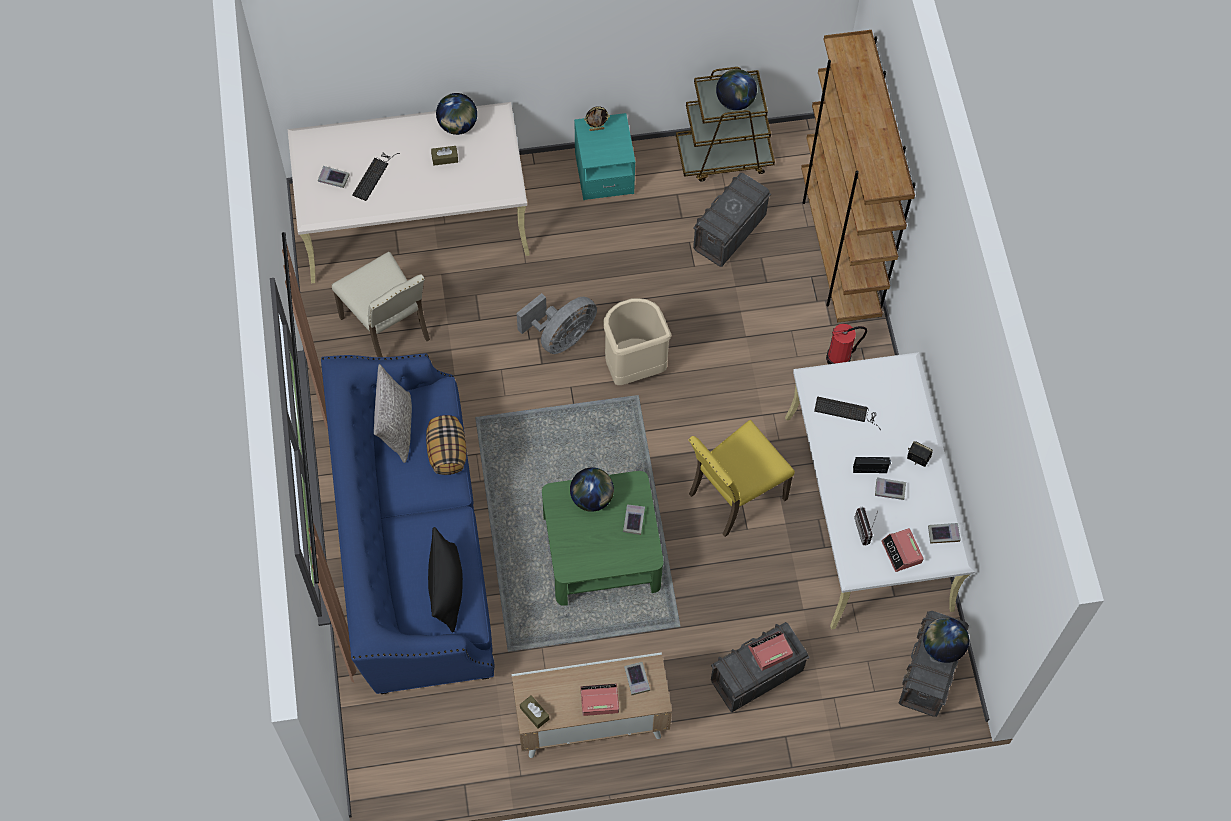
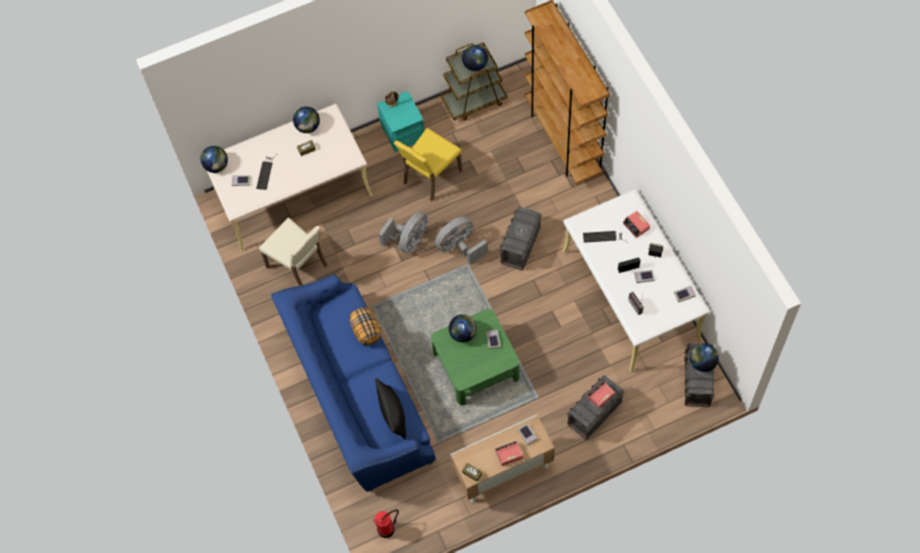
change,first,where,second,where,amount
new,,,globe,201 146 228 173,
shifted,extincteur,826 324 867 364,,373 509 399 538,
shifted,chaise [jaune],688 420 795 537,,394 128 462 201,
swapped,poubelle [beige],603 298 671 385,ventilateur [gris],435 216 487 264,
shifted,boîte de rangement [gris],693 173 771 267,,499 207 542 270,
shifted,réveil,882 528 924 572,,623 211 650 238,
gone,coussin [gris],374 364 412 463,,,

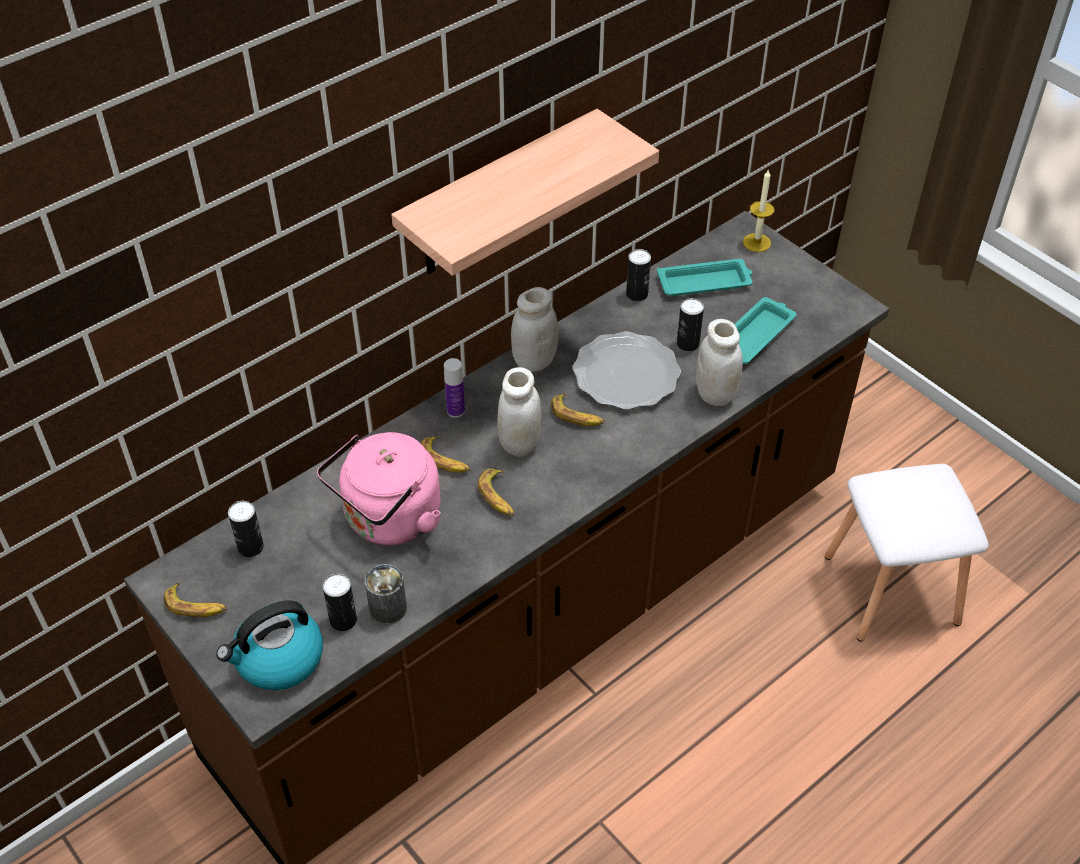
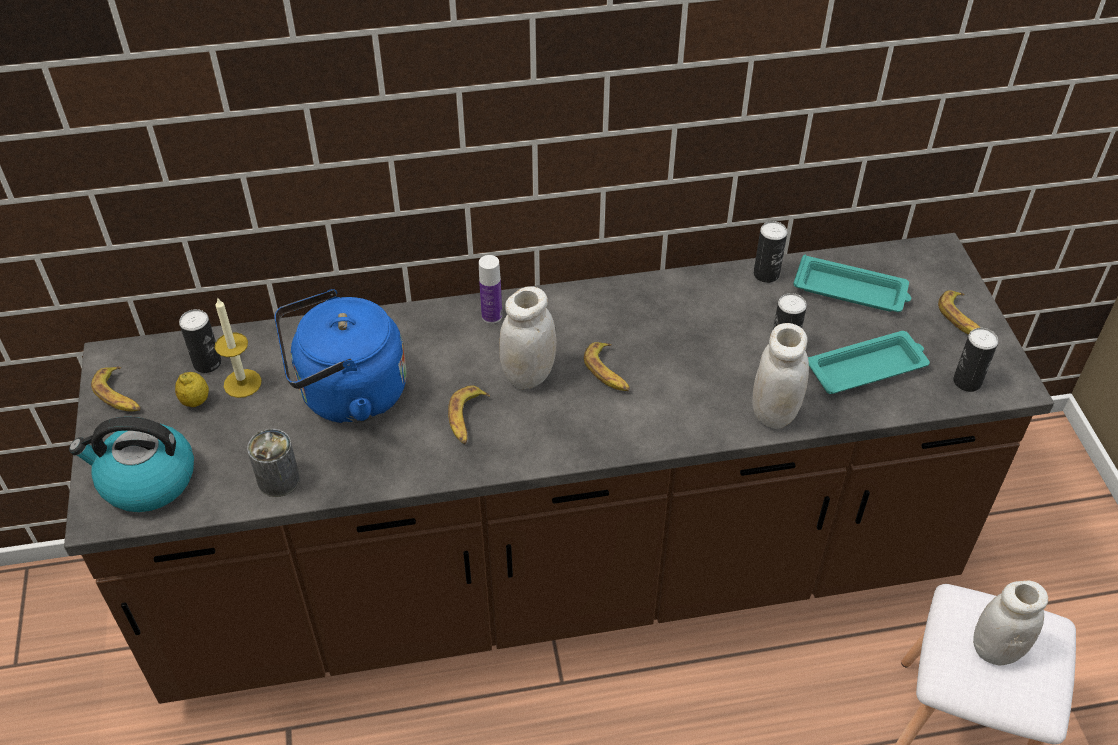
change,first,where,second,where,amount
new,,,citron,175 372 209 407,
shifted,bougie,743 169 774 252,,215 297 261 398,
repainted,bouilloire [rose],317 432 441 545,bouilloire [bleu],275 289 407 423,
shifted,banane,421 436 470 473,,938 290 981 335,
shifted,boîte métallique,323 574 357 631,,953 328 998 392,
shifted,bocal [blanc],511 287 558 372,,973 581 1048 666,
gone,étagère,391 109 659 276,,,
gone,assiette,572 331 681 410,,,

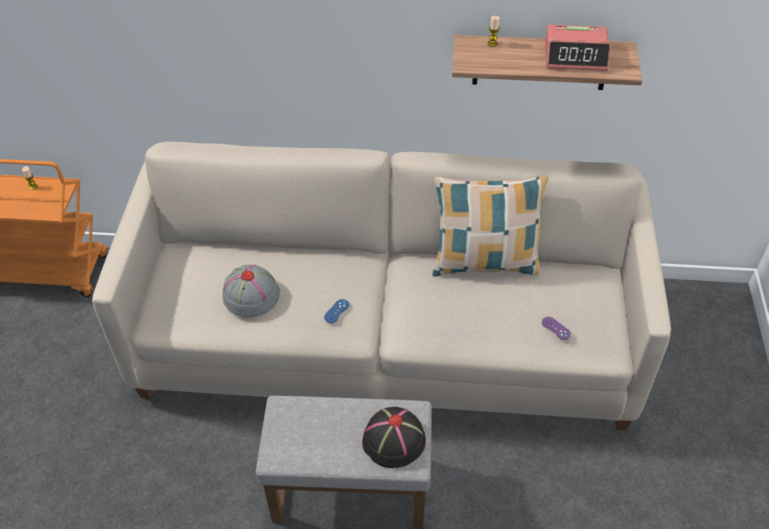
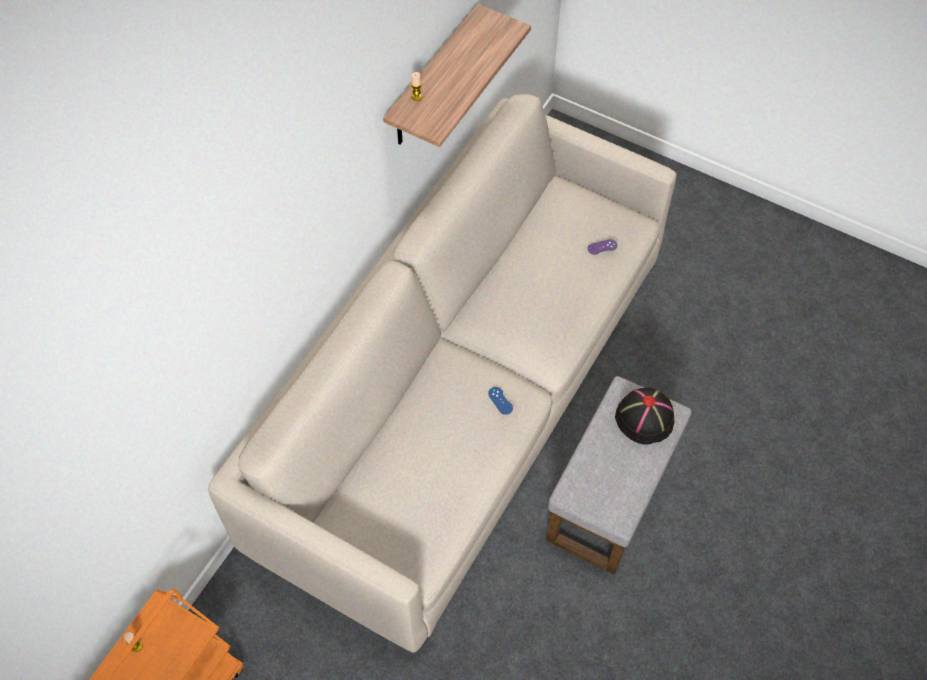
change,first,where,second,where,amount
gone,chapeau [gris],222 265 280 317,,,
gone,coussin,433 175 548 277,,,
gone,réveil,545 25 611 71,,,

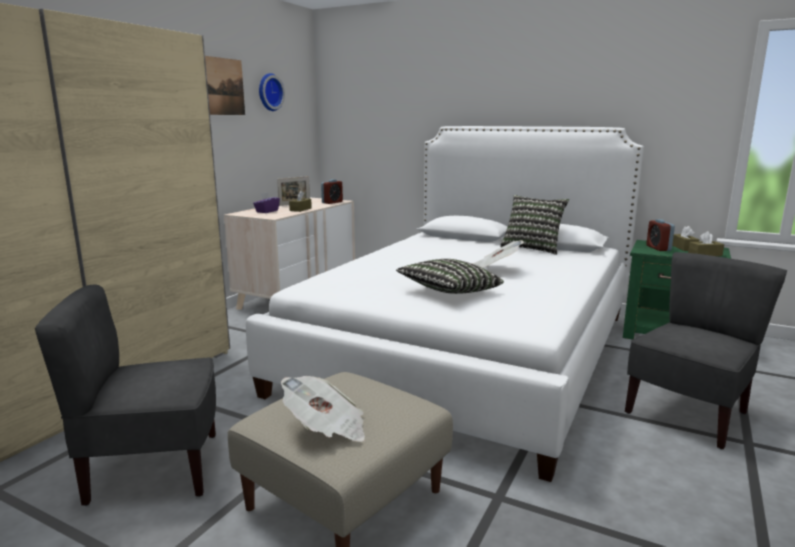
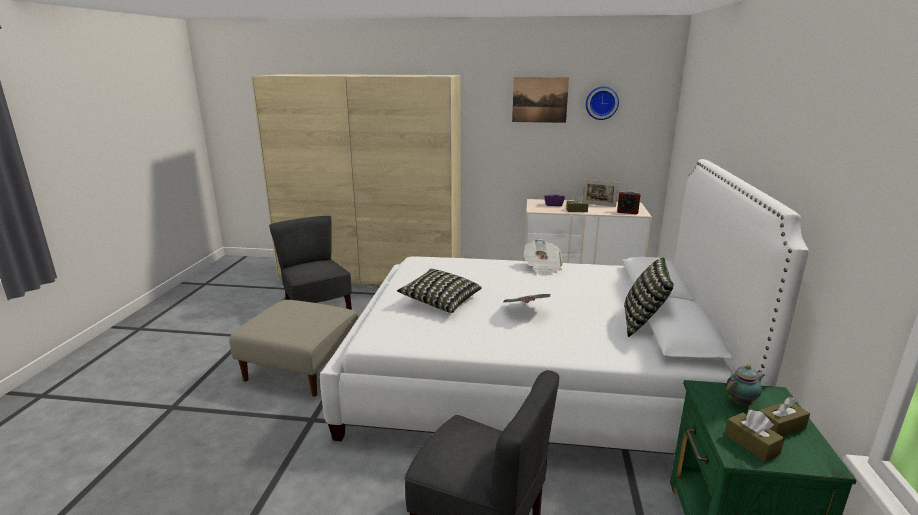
change,first,where,second,where,amount
shifted,journal,281 376 365 442,,523 239 563 276,
swapped,réveil,646 219 675 251,théière,726 365 765 405,

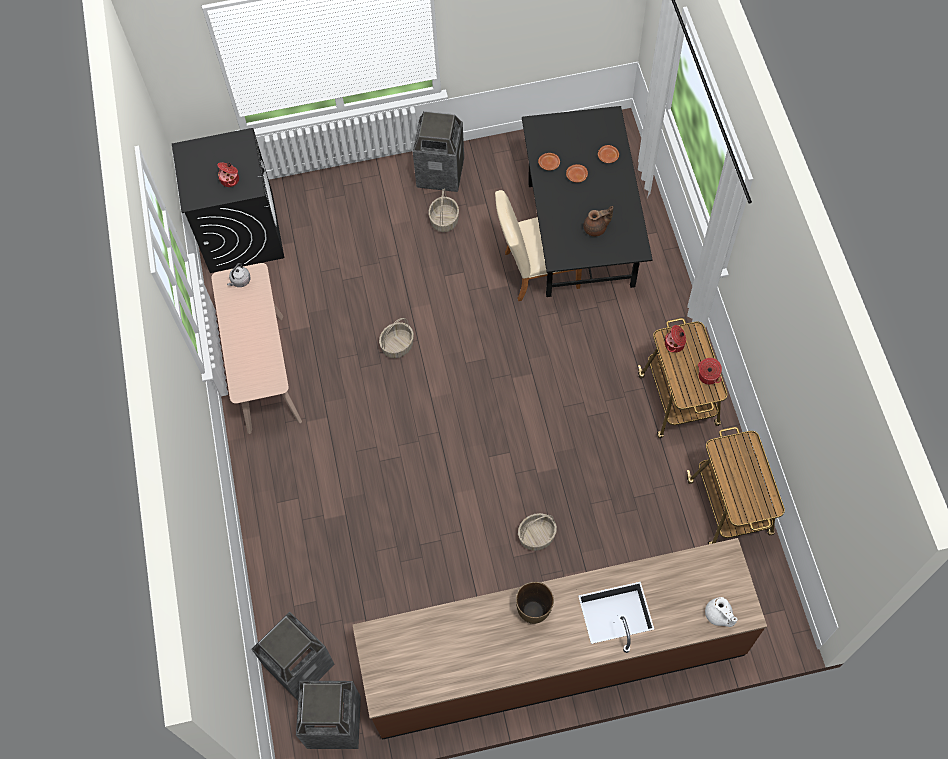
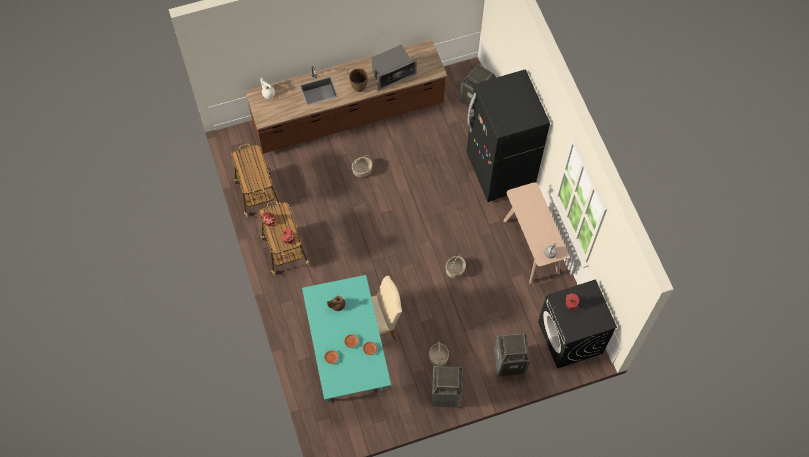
change,first,where,second,where,amount
repainted,table à manger [noir],522 106 653 297,table à manger [turquoise],302 275 391 402,
new,,,micro-ondes,372 45 417 91,
new,,,réfrigérateur [noir],466 69 550 202,
shifted,poubelle,296 681 361 749,,494 333 530 377,

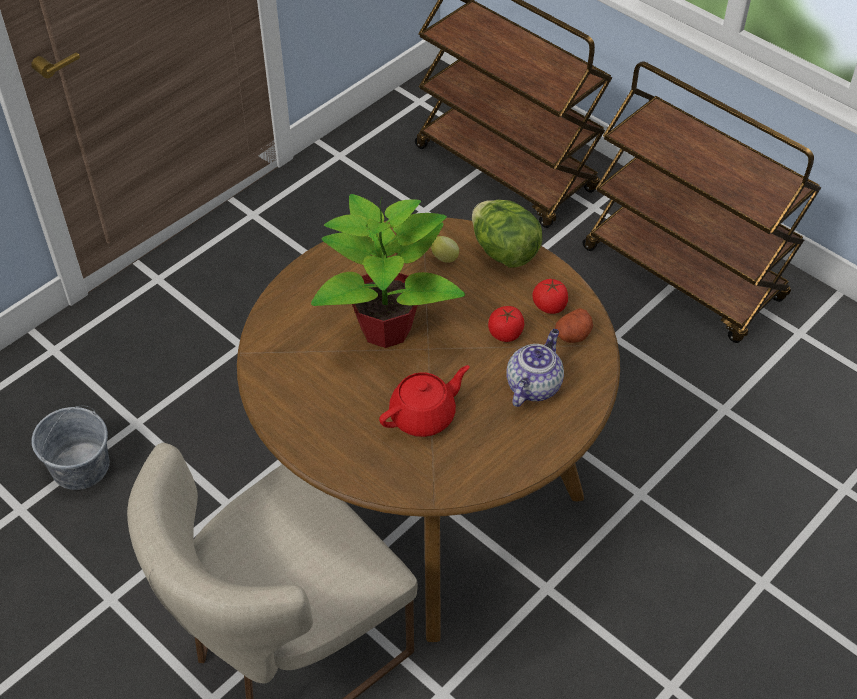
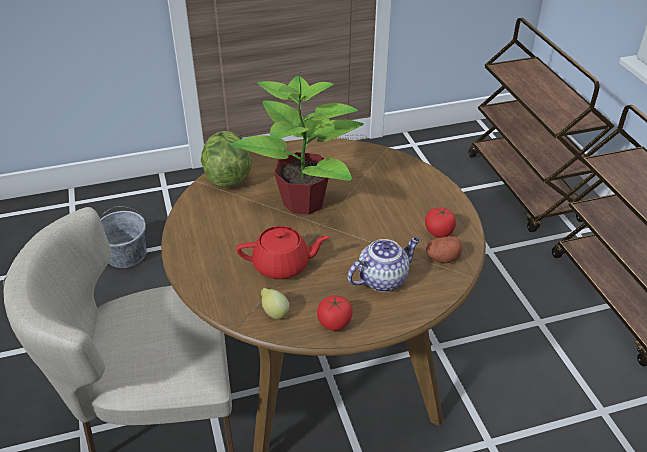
change,first,where,second,where,amount
shifted,laitue,472 200 542 268,,201 131 251 187,
shifted,citron,431 236 459 263,,261 288 290 319,
shifted,tomate,488 306 524 342,,317 295 353 331,

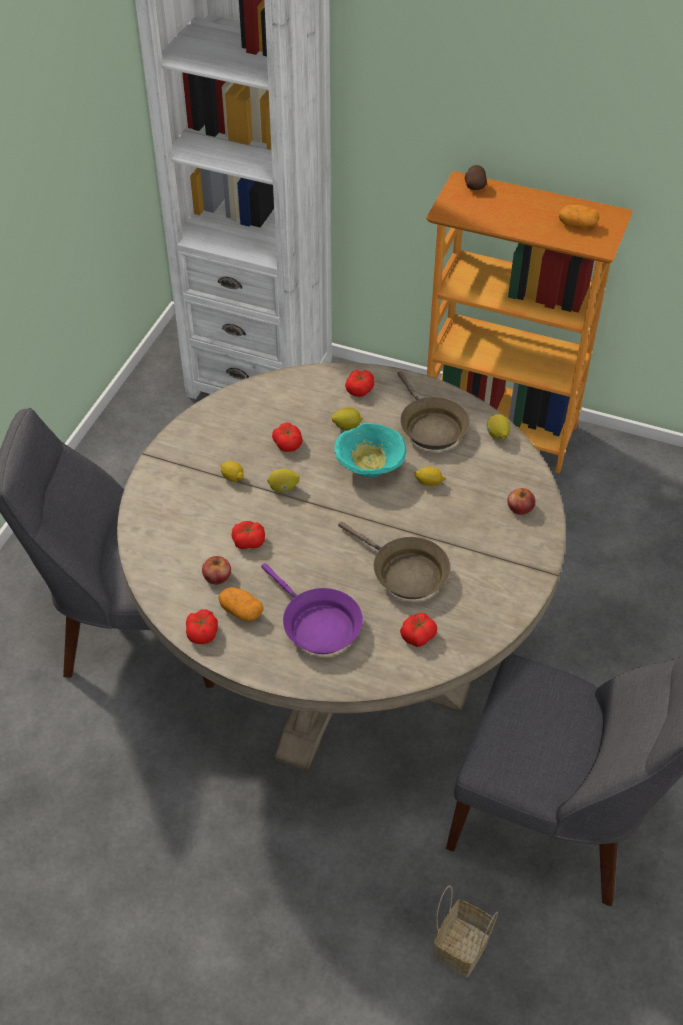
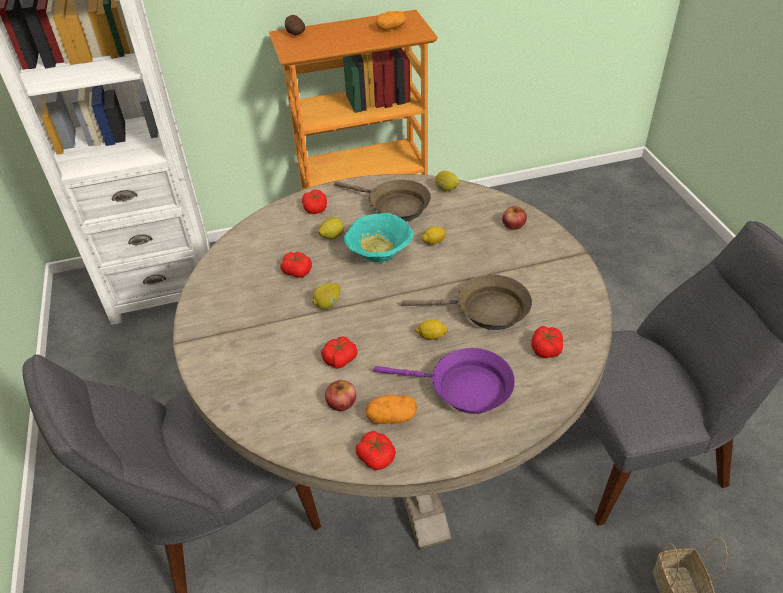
change,first,where,second,where,amount
shifted,citron,220 461 244 482,,415 319 449 340,

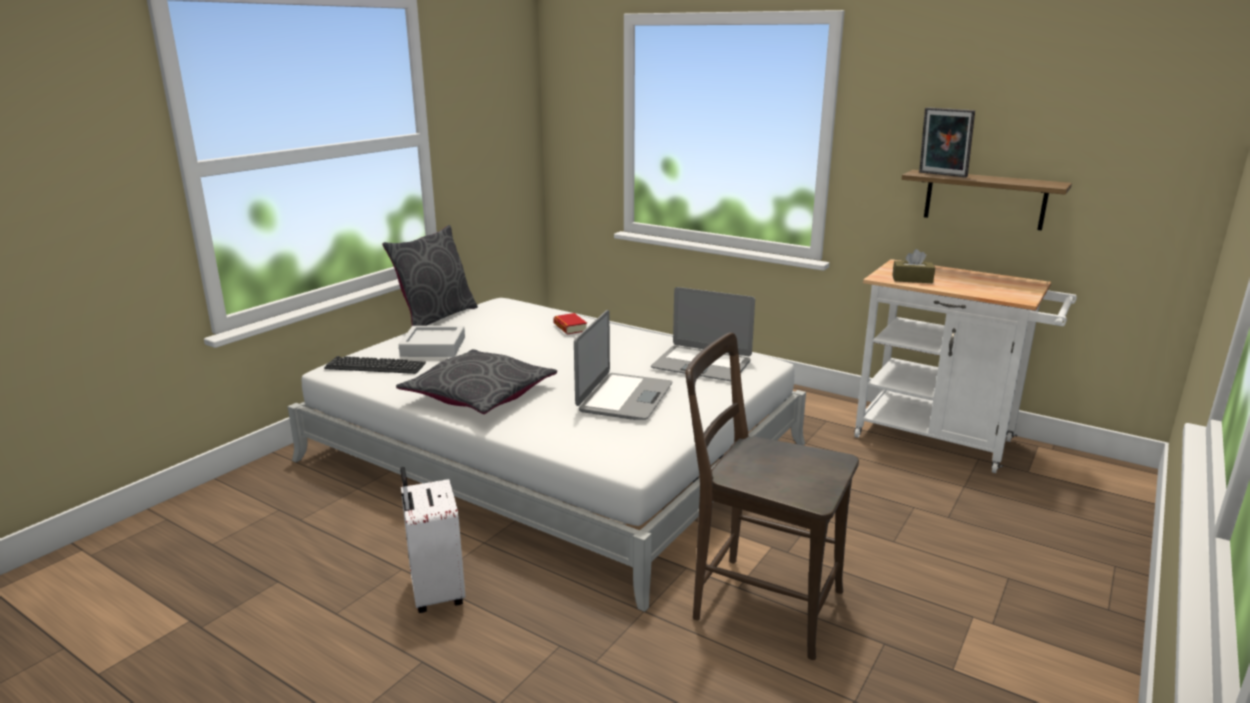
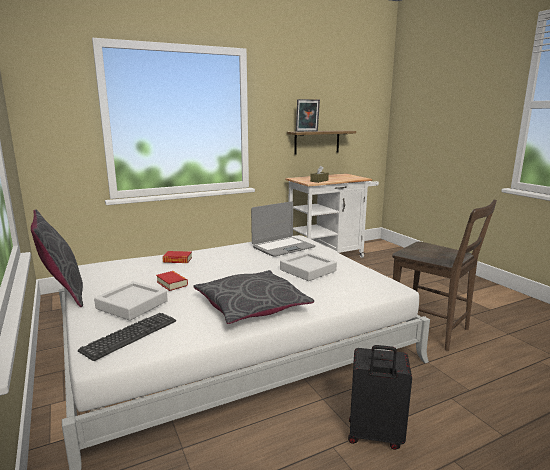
change,first,where,second,where,amount
new,,,livre,156 271 188 291,
swapped,ordinateur portable,574 310 673 420,plateau [gris],280 252 337 281,
repainted,valise [blanc],400 467 465 613,valise [noir],348 345 412 450,
rotated,chaise [marron],685 332 859 660,,389 200 497 351,105 degrees counterclockwise

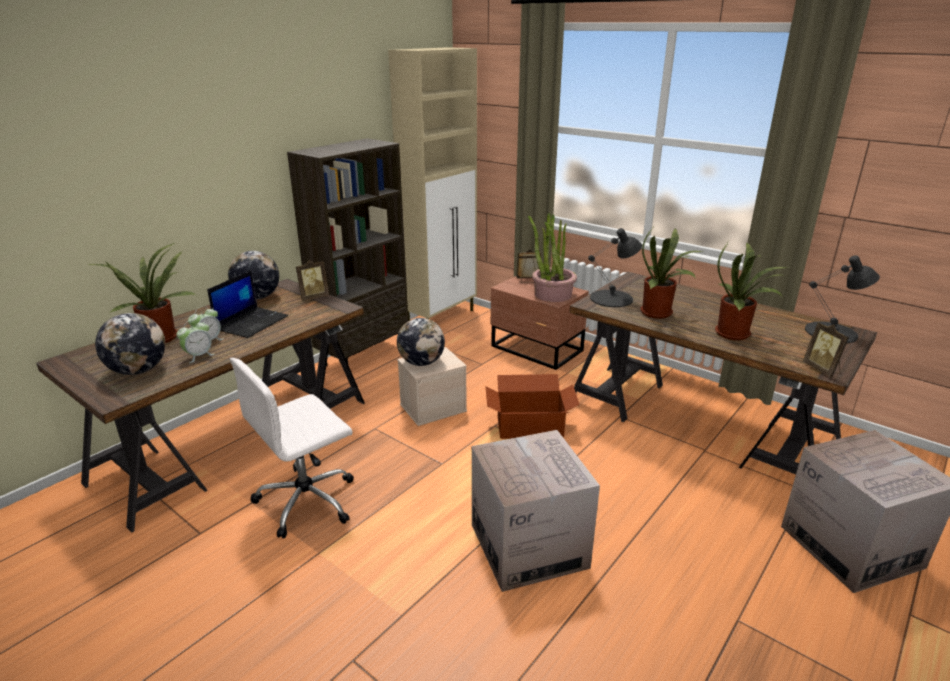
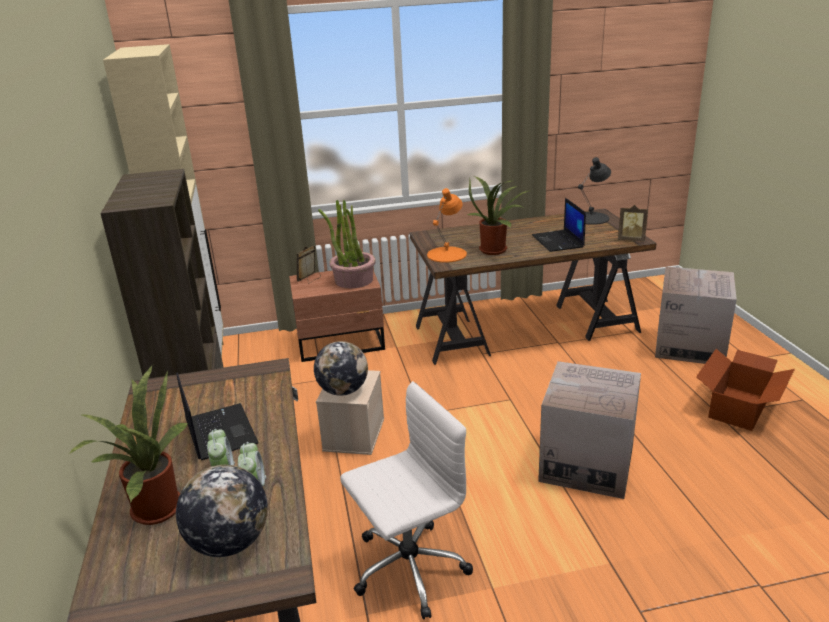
change,first,where,second,where,amount
rotated,chaise de bureau [blanc],230 358 354 539,,340 381 473 619,120 degrees counterclockwise
repainted,lampe de table [noir],588 228 642 307,lampe de table [orange],427 188 467 263,
swapped,plante en pot,715 241 789 340,ordinateur portable,532 198 586 252,
shifted,carton,485 374 580 439,,696 349 795 431,
gone,globe,228 251 279 300,,,
gone,cadre photo,296 260 329 301,,,

